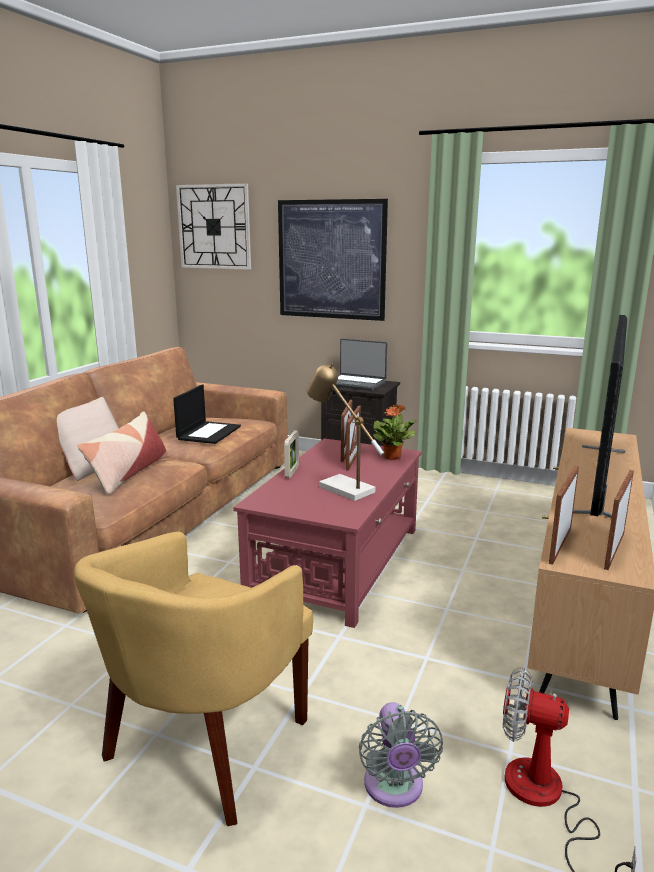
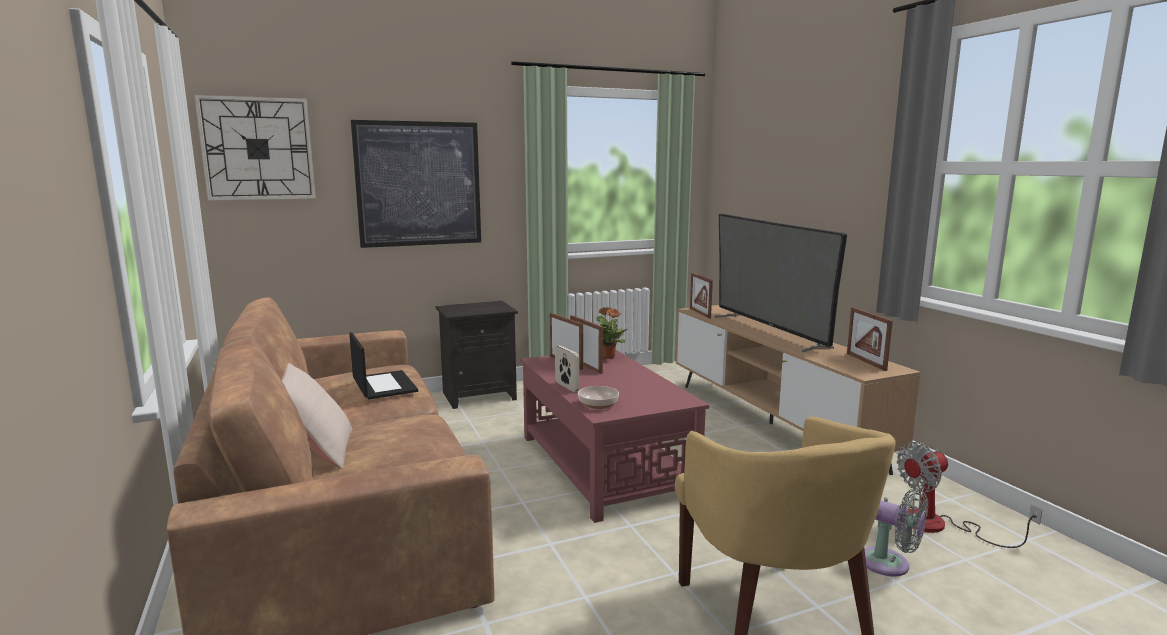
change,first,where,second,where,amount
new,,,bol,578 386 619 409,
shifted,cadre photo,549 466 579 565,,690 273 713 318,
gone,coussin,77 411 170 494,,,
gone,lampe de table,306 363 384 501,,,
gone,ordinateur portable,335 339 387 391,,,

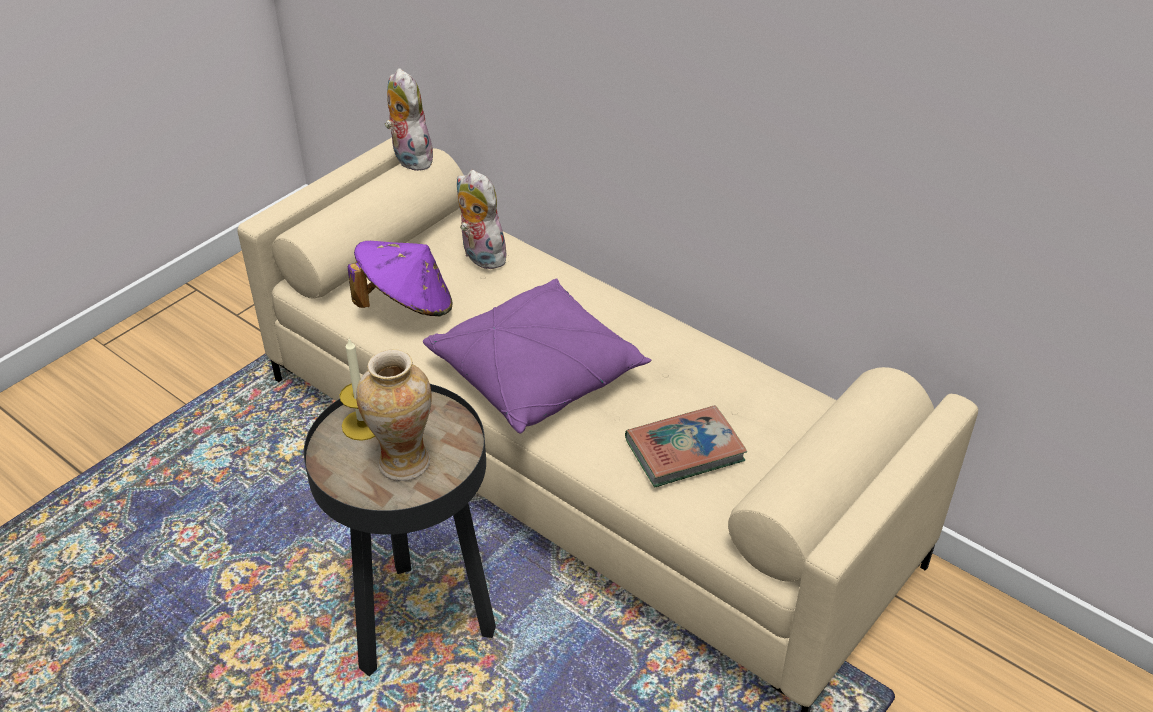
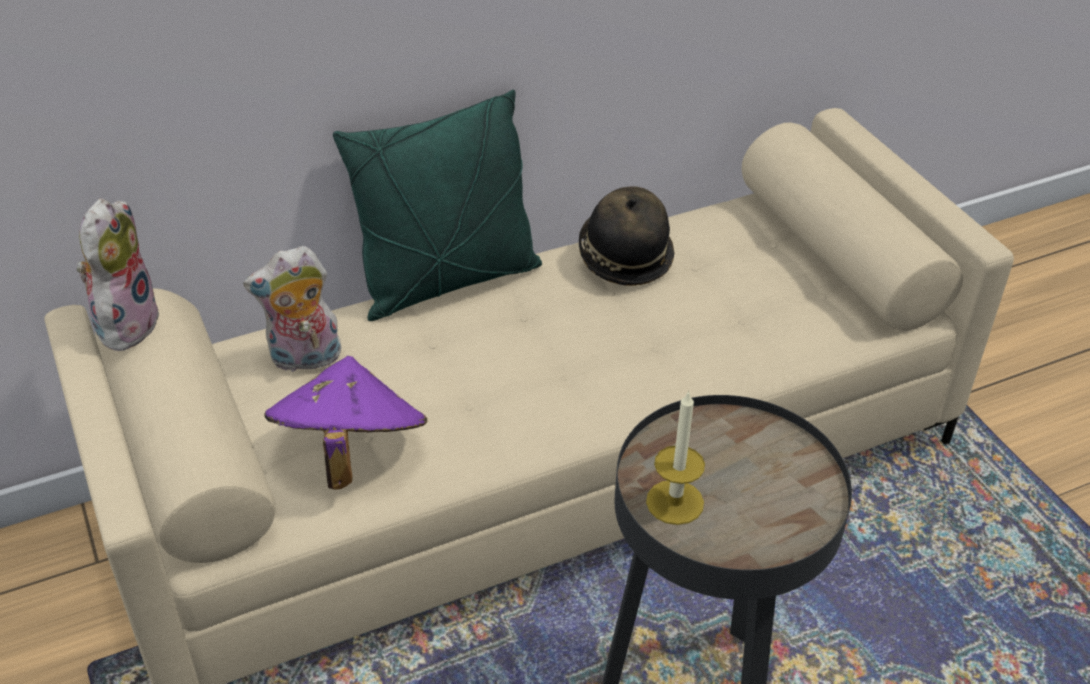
change,first,where,second,where,amount
rotated,peluche,385 68 433 171,,77 198 159 351,105 degrees clockwise
new,,,coussin [vert],333 90 542 321,
new,,,chapeau,579 186 674 286,
gone,vase,356 349 432 481,,,
gone,coussin [violet],423 278 651 433,,,
gone,livre,625 405 747 487,,,

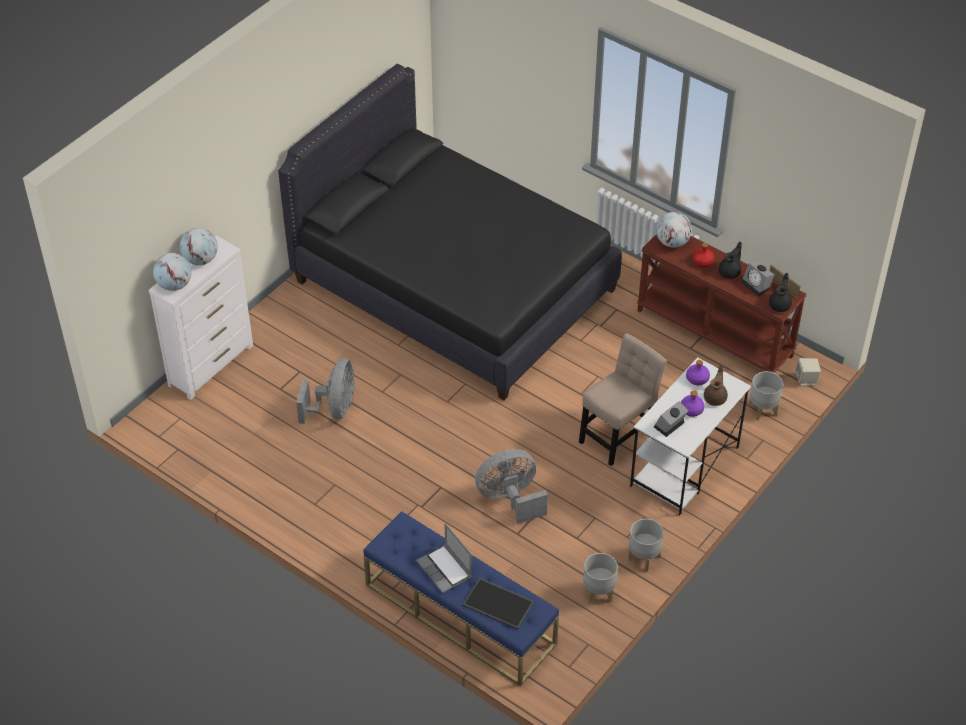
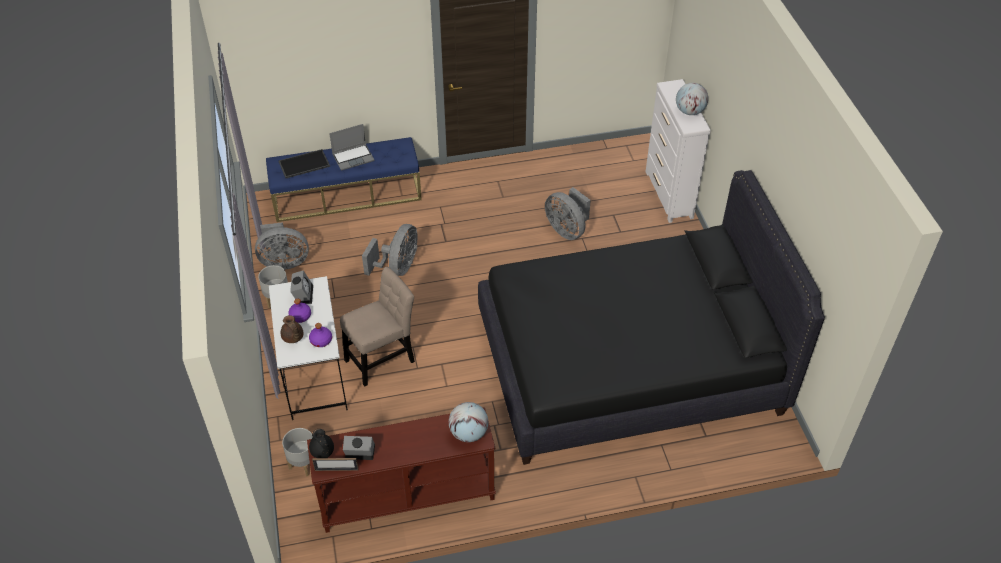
change,first,where,second,where,amount
swapped,cache-pot [gris],583 553 618 604,ventilateur [gris],255 222 309 270,
rotated,ordinateur portable,416 523 473 593,,329 124 375 170,150 degrees clockwise
rotated,chaise [beige],579 333 667 466,,340 267 415 386,120 degrees counterclockwise
gone,globe,153 253 192 291,,,
gone,bouteille [rouge],692 243 715 268,,,
gone,théière [noir],719 242 742 279,,,
gone,enceinte [beige],795 358 821 386,,,

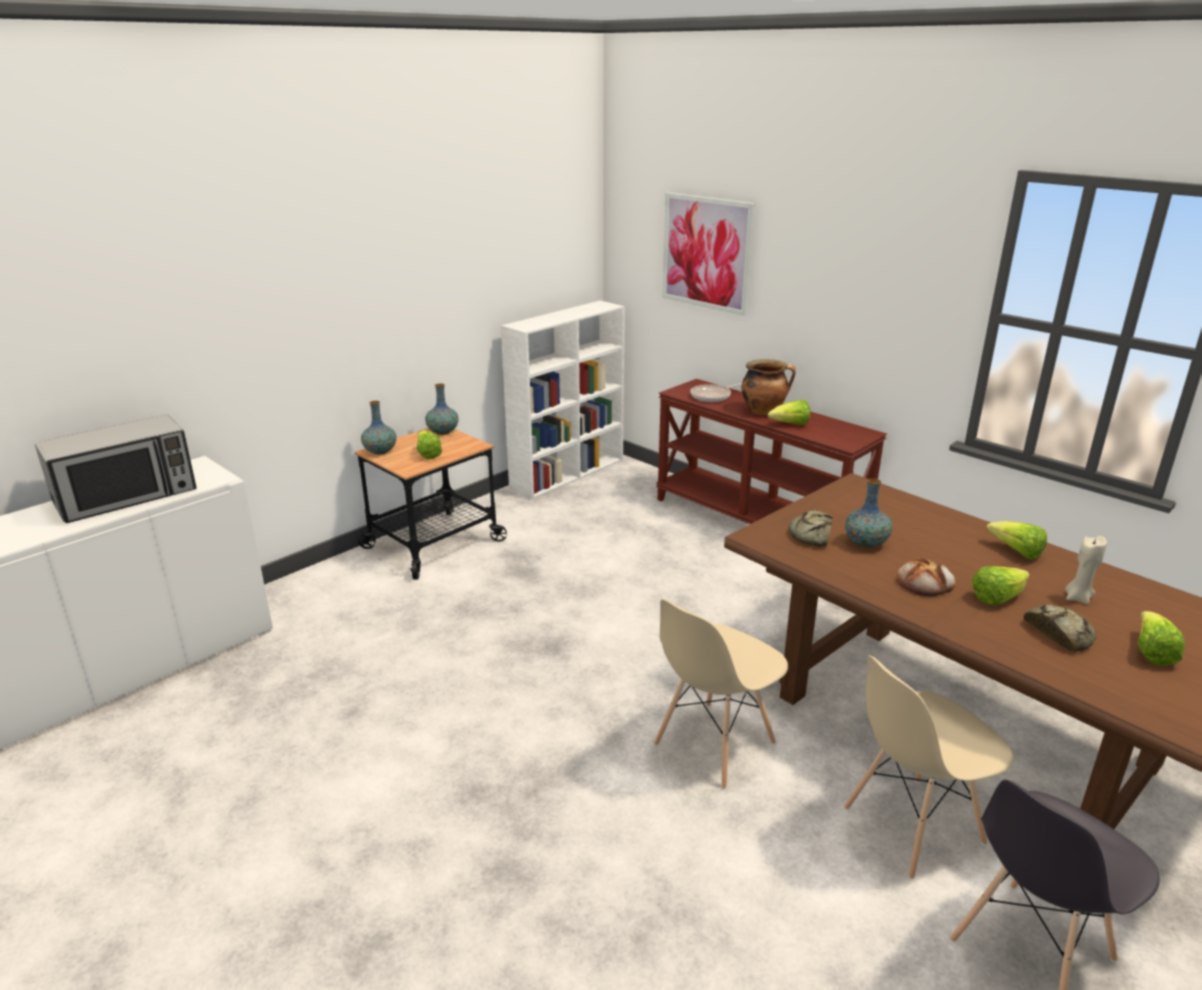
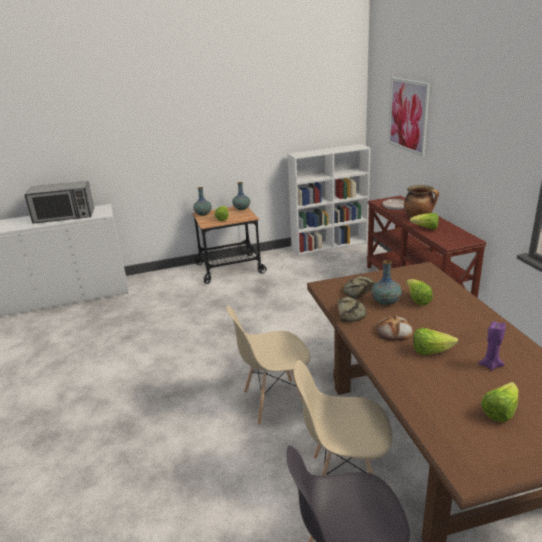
change,first,where,second,where,amount
shifted,pain,1024 605 1095 652,,338 297 367 322,
shifted,laitue,986 521 1047 560,,406 279 433 305,
repainted,bougie [beige],1065 536 1107 604,bougie [violet],478 321 506 371,

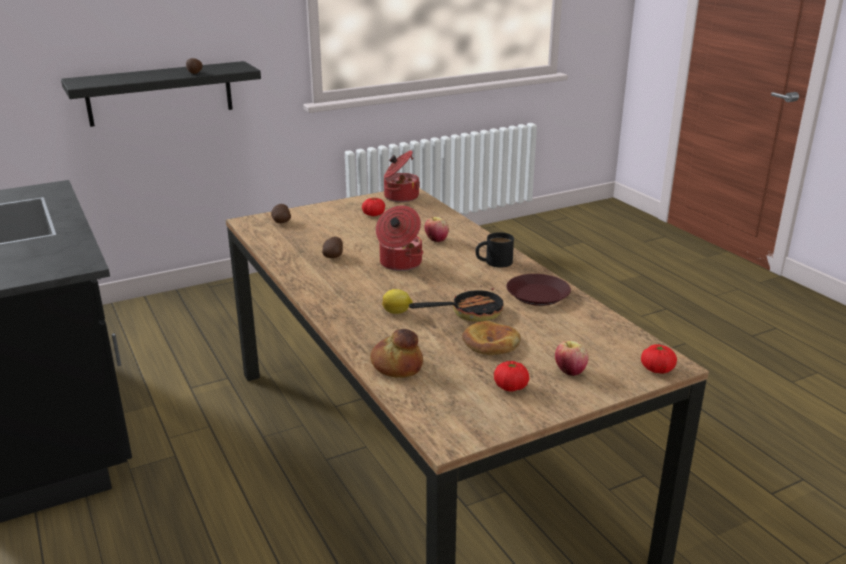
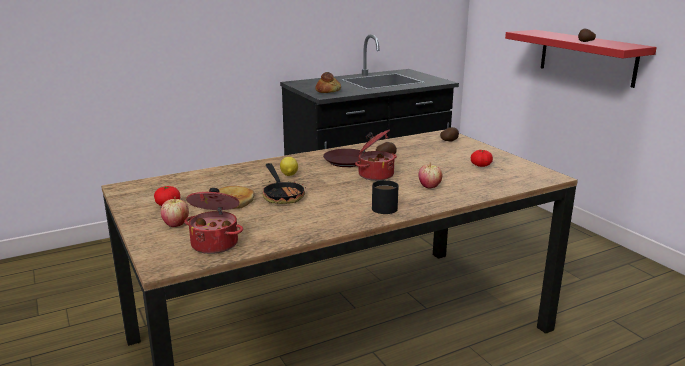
change,first,where,second,where,amount
shifted,marmite,384 150 420 202,,184 188 243 254,
shifted,pain,370 329 423 378,,315 72 341 93,
shifted,assiette [marron],507 274 571 306,,323 149 361 167,
repainted,étagère [noir],61 61 261 127,étagère [rouge],505 30 657 88,
gone,tomate,641 344 677 374,,,

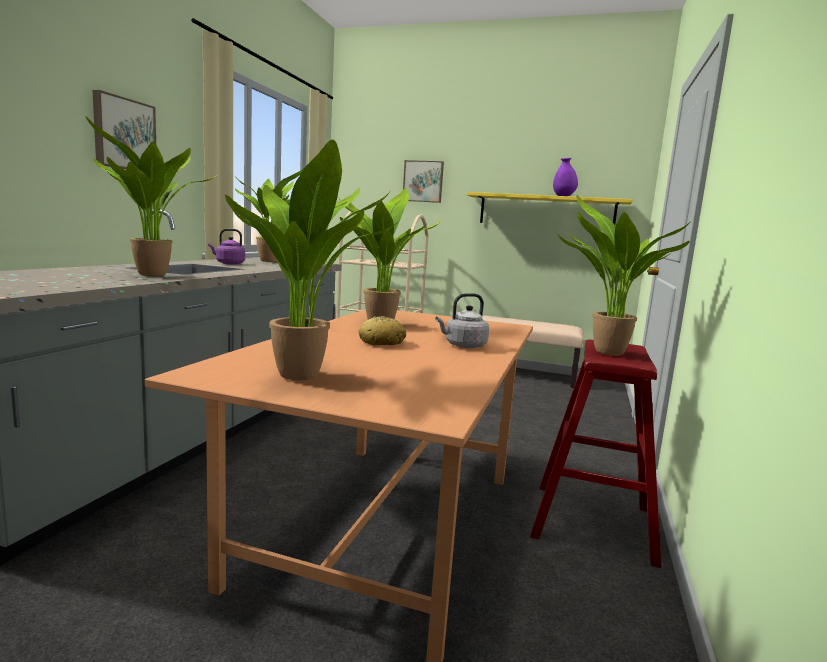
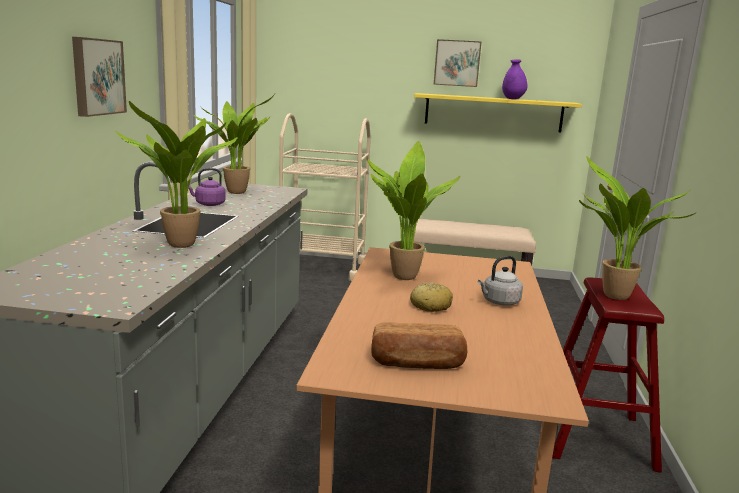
change,first,where,second,where,amount
swapped,plante en pot,225 140 400 380,pain,371 322 467 369,
shifted,tableau,403 160 444 203,,434 39 482 87,

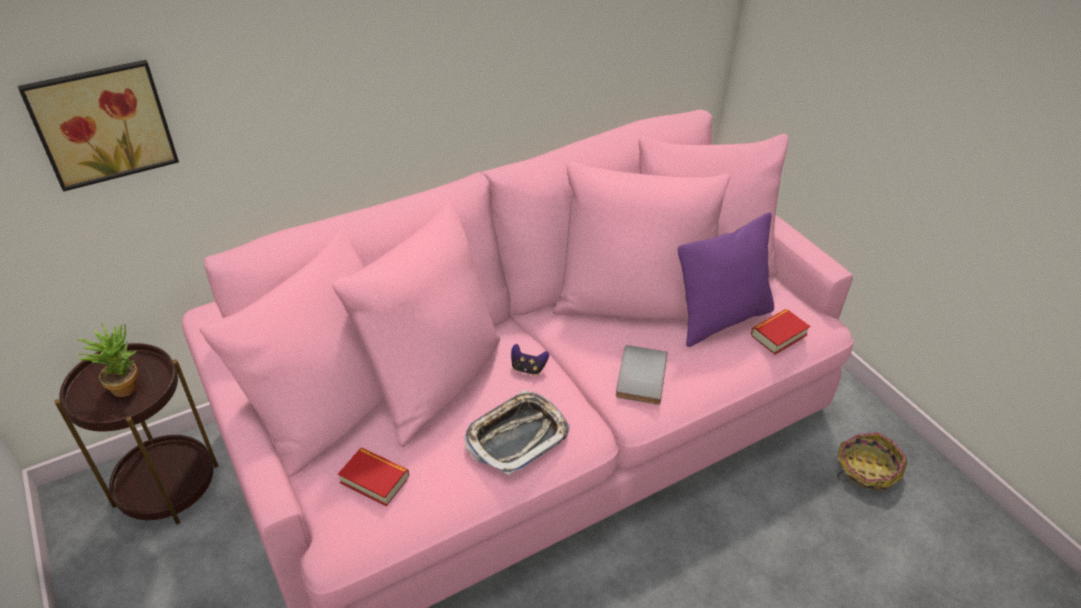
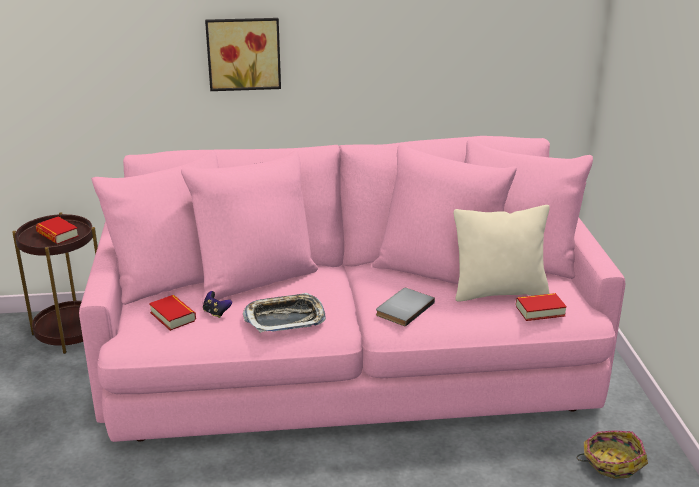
change,first,where,second,where,amount
swapped,plante en pot,77 323 138 397,livre,36 217 79 244,
shifted,manette,511 344 549 375,,203 291 232 318,
shifted,tableau,18 60 179 192,,205 18 281 91,
repainted,coussin [violet],678 212 774 347,coussin [beige],454 205 550 302,

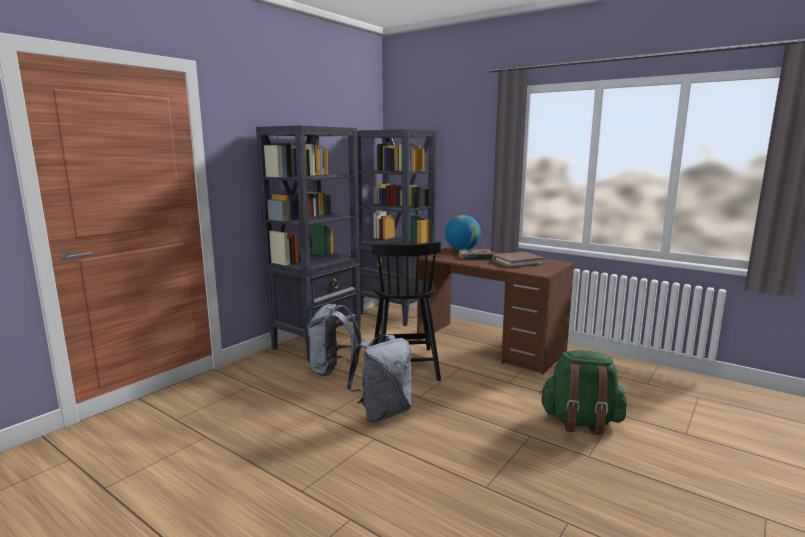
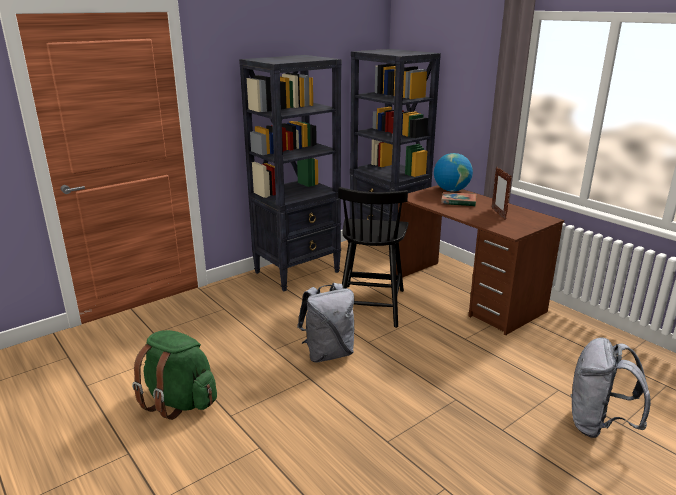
change,first,where,second,where,amount
shifted,sac à dos [vert],540 350 627 435,,132 330 217 420,
swapped,livre [marron],492 252 544 268,cadre photo,492 167 512 220,
shifted,sac à dos [gris],307 304 361 376,,571 337 651 438,

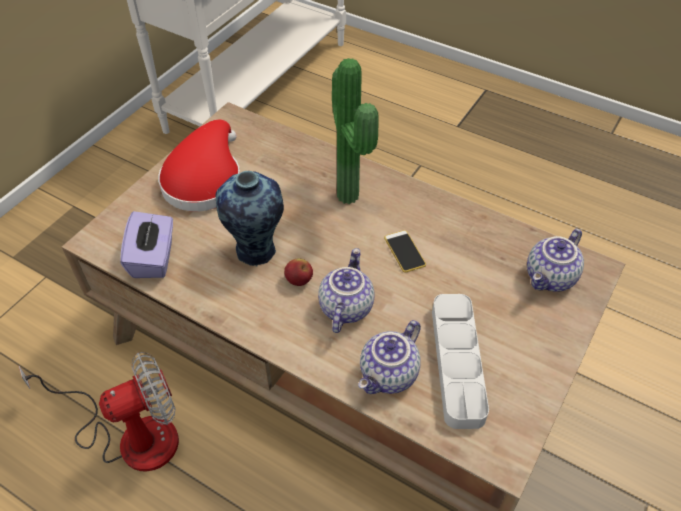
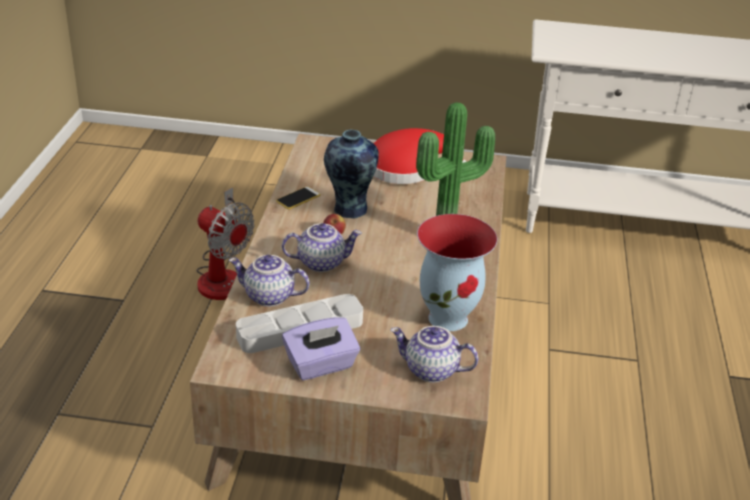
change,first,where,second,where,amount
shifted,téléphone,384 230 426 273,,276 186 320 210,
shifted,boîte à mouchoirs [violet],120 211 173 278,,282 317 360 380,
new,,,vase,417 214 497 331,

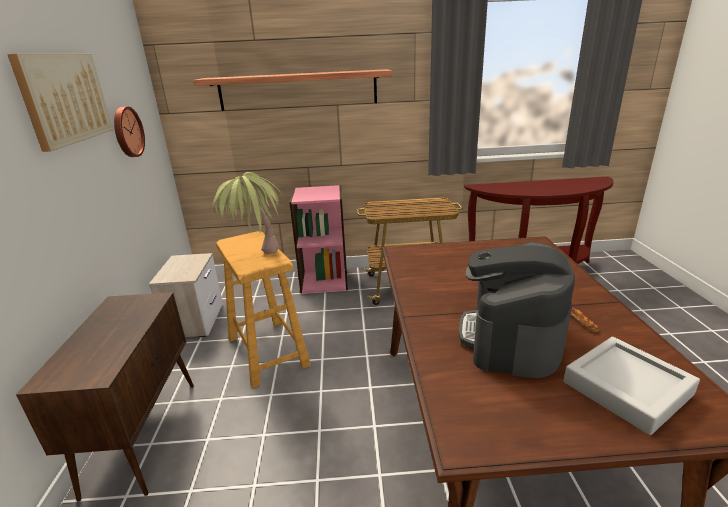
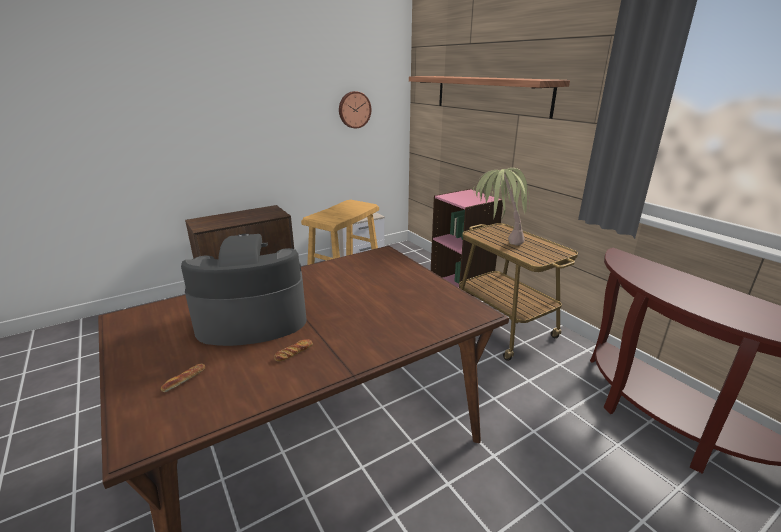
change,first,where,second,where,amount
swapped,plateau [gris],563 337 700 435,pain,161 364 205 392,
shifted,plante en pot,212 172 282 254,,473 168 530 246,
gone,tableau,7 54 113 152,,,

